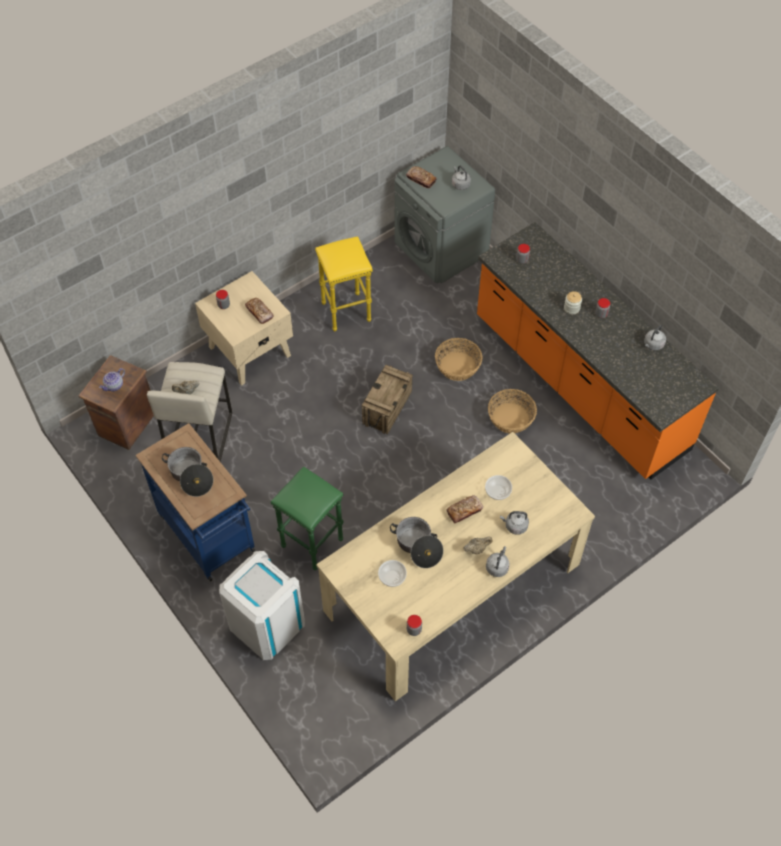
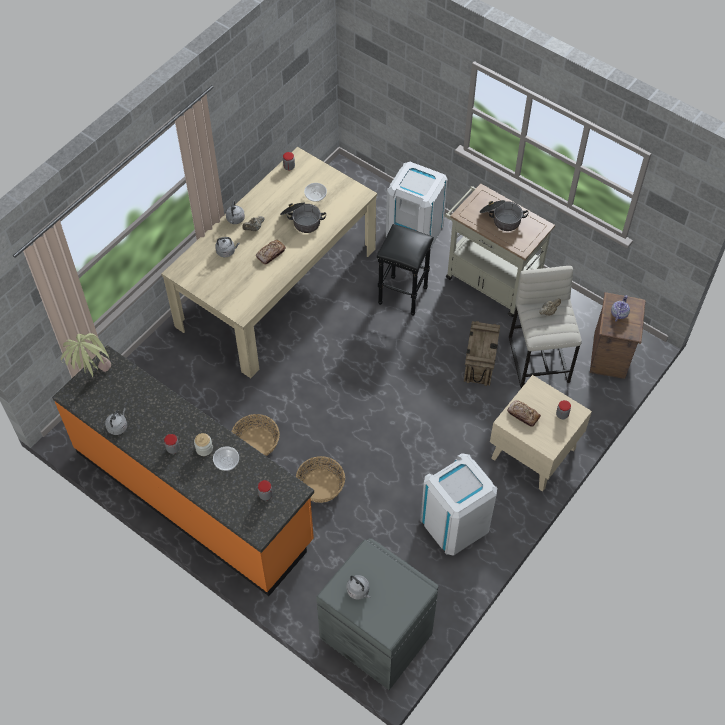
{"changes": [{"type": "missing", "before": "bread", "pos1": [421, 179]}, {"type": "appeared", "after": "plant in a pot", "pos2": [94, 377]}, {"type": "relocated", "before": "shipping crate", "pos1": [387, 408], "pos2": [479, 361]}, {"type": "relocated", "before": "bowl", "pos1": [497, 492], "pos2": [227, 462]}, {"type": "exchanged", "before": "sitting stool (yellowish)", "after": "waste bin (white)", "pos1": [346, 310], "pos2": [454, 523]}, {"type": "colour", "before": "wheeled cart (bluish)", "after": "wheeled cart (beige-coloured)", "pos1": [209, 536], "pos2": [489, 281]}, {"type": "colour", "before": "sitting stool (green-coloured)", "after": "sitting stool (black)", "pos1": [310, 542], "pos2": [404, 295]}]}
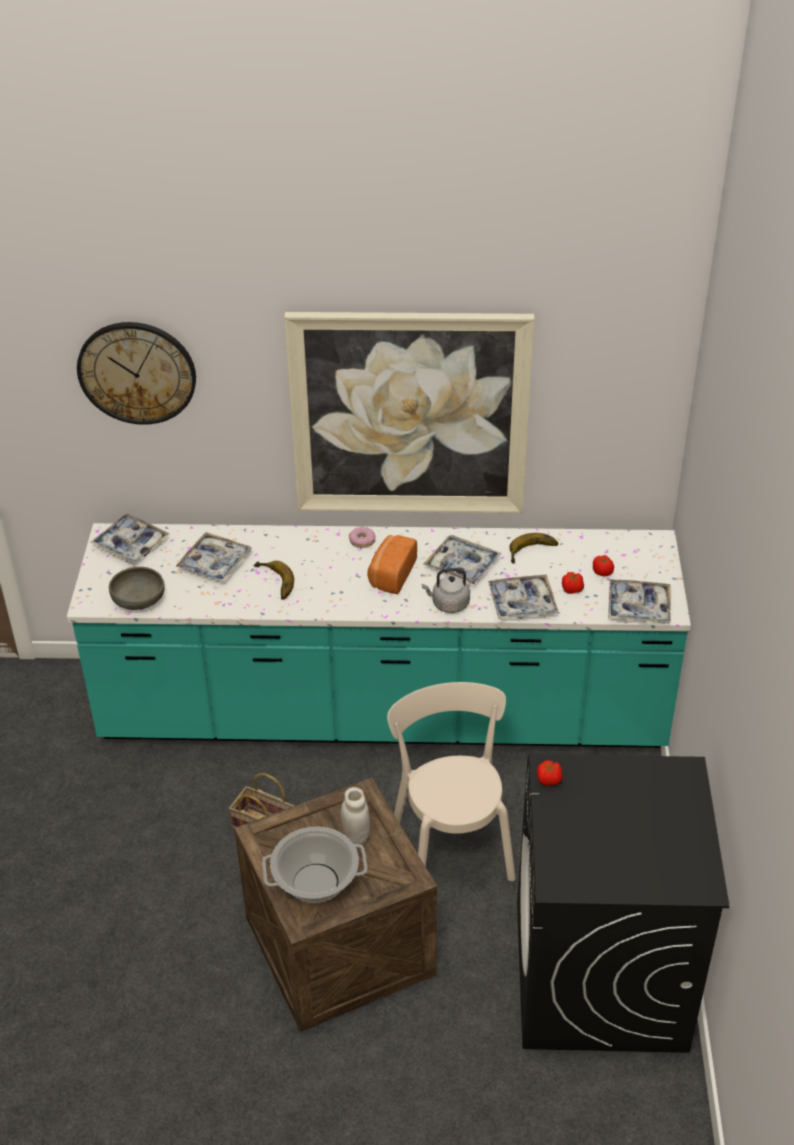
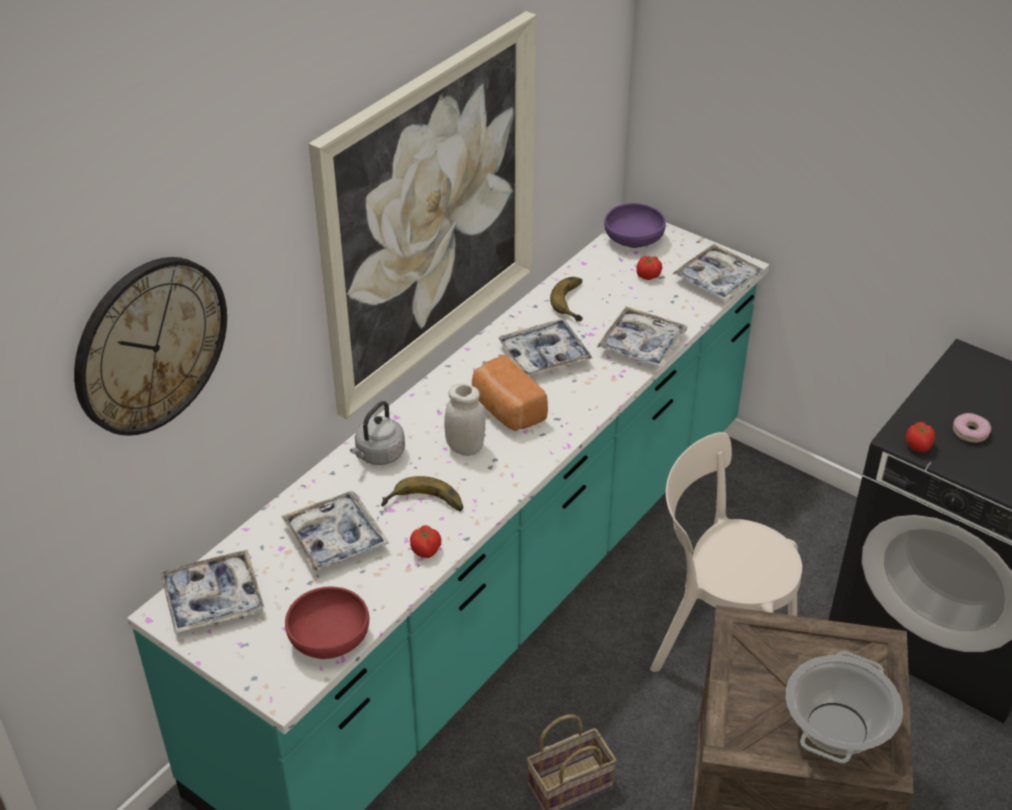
{"changes": [{"type": "appeared", "after": "bowl (purplish)", "pos2": [634, 240]}, {"type": "relocated", "before": "jar (white)", "pos1": [356, 836], "pos2": [465, 448]}, {"type": "relocated", "before": "ring doughnut", "pos1": [362, 541], "pos2": [970, 432]}, {"type": "relocated", "before": "kettle (gray)", "pos1": [448, 604], "pos2": [378, 455]}, {"type": "relocated", "before": "tomato", "pos1": [572, 590], "pos2": [426, 550]}, {"type": "colour", "before": "bowl (gray)", "after": "bowl (reddish)", "pos1": [138, 600], "pos2": [329, 639]}]}
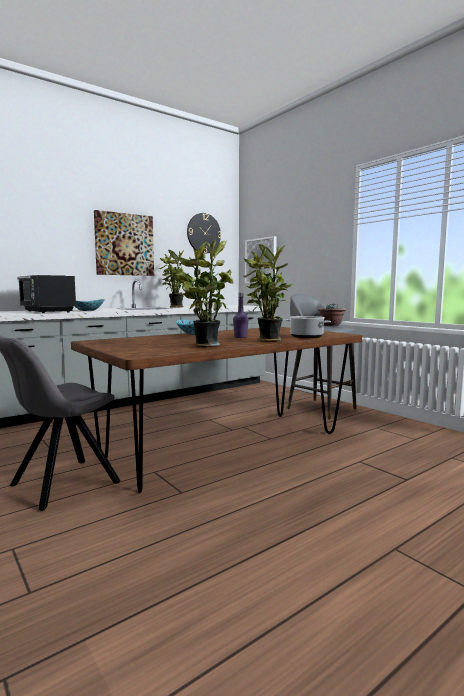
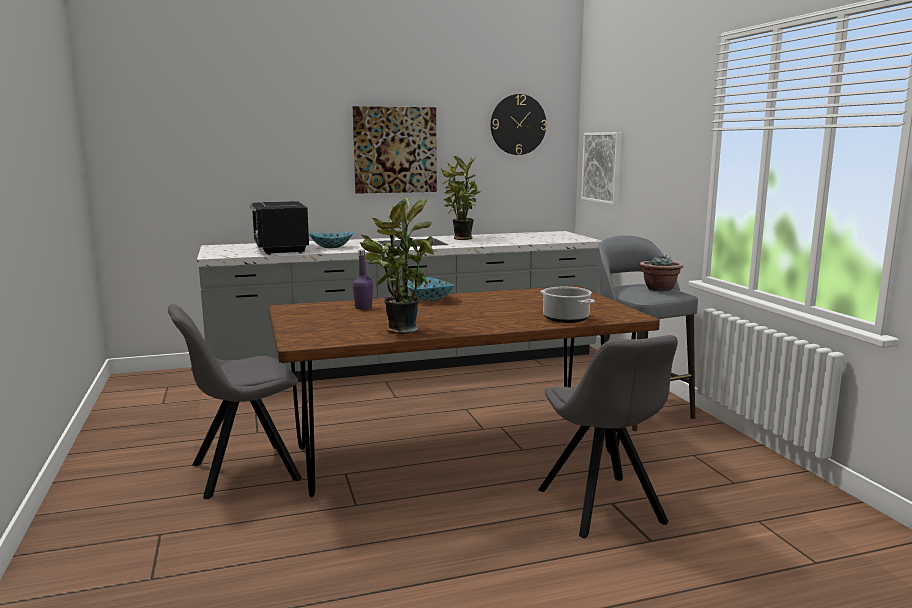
{"changes": [{"type": "missing", "before": "plant in a pot", "pos1": [267, 341]}, {"type": "appeared", "after": "upright chair (gray)", "pos2": [601, 506]}, {"type": "relocated", "before": "beverage bottle (purplish)", "pos1": [240, 337], "pos2": [363, 308]}]}
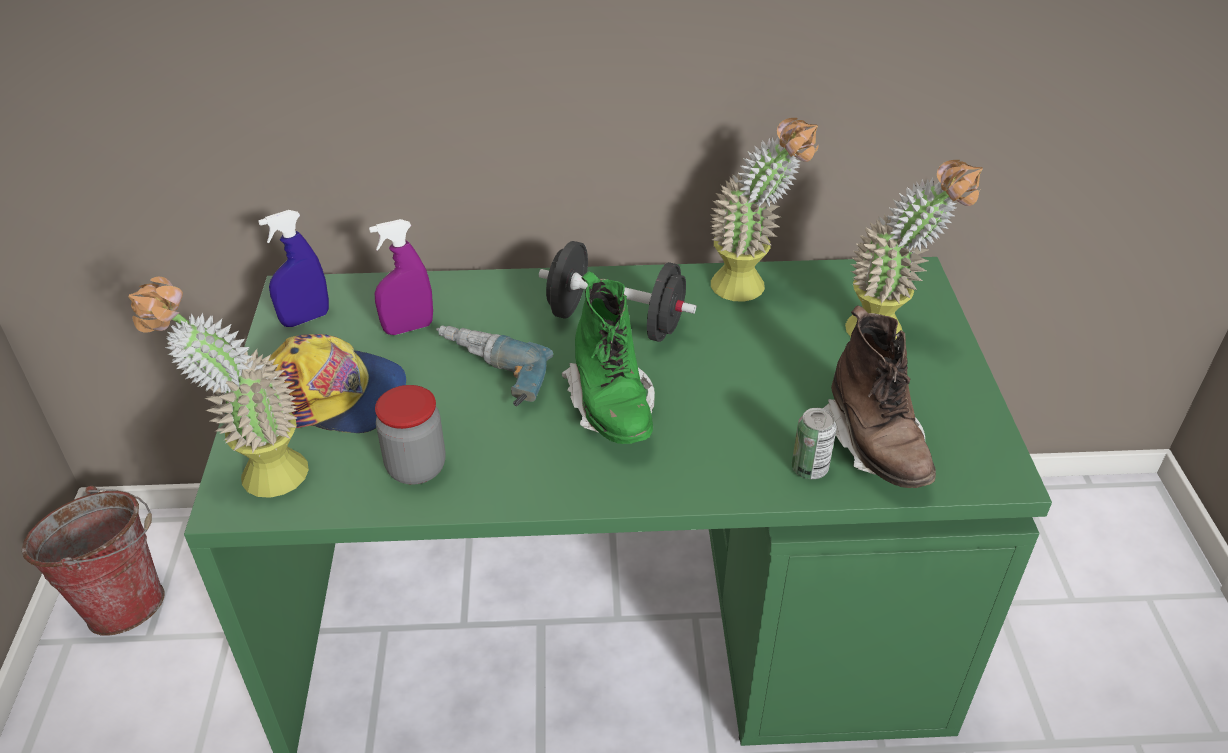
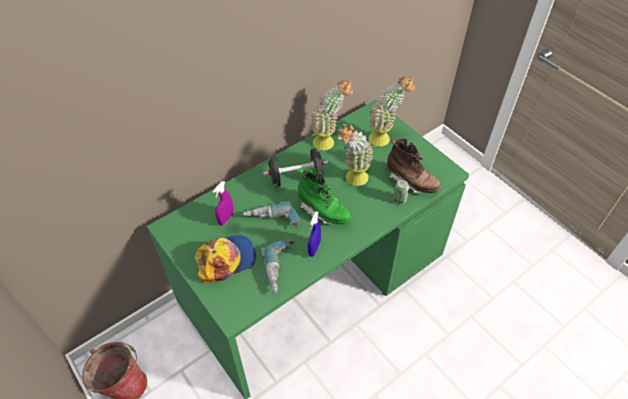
{"changes": [{"type": "relocated", "before": "plant in a pot", "pos1": [256, 475], "pos2": [352, 180]}, {"type": "relocated", "before": "hand sprayer (bluish)", "pos1": [305, 319], "pos2": [314, 249]}, {"type": "exchanged", "before": "jar", "after": "drill", "pos1": [416, 468], "pos2": [282, 268]}]}
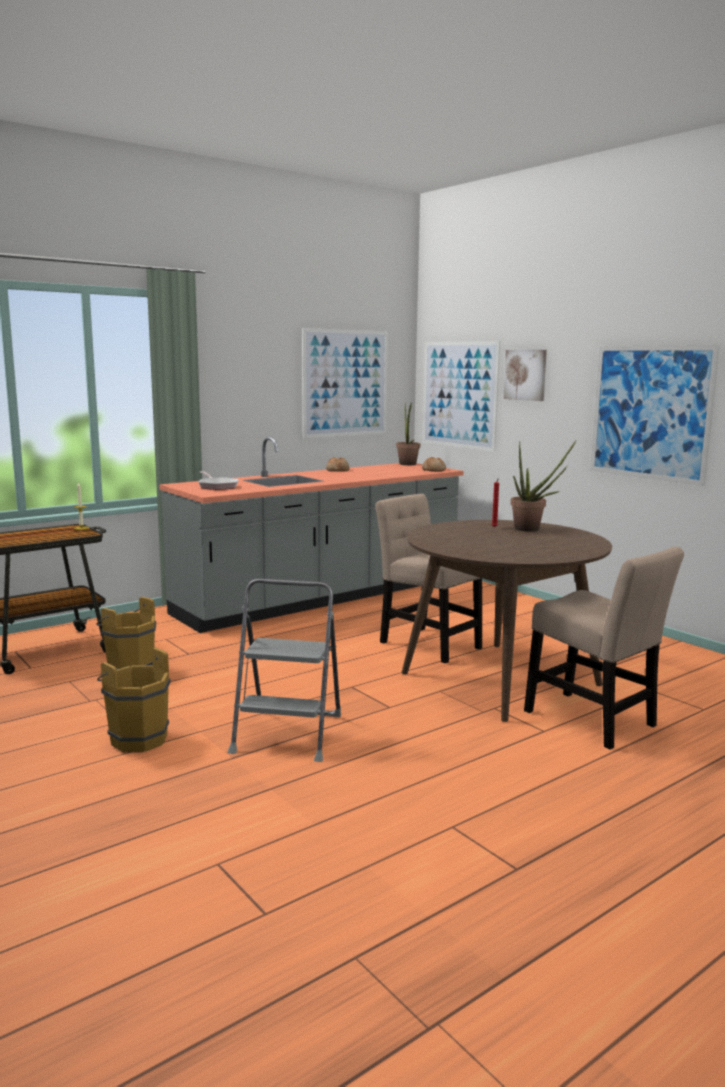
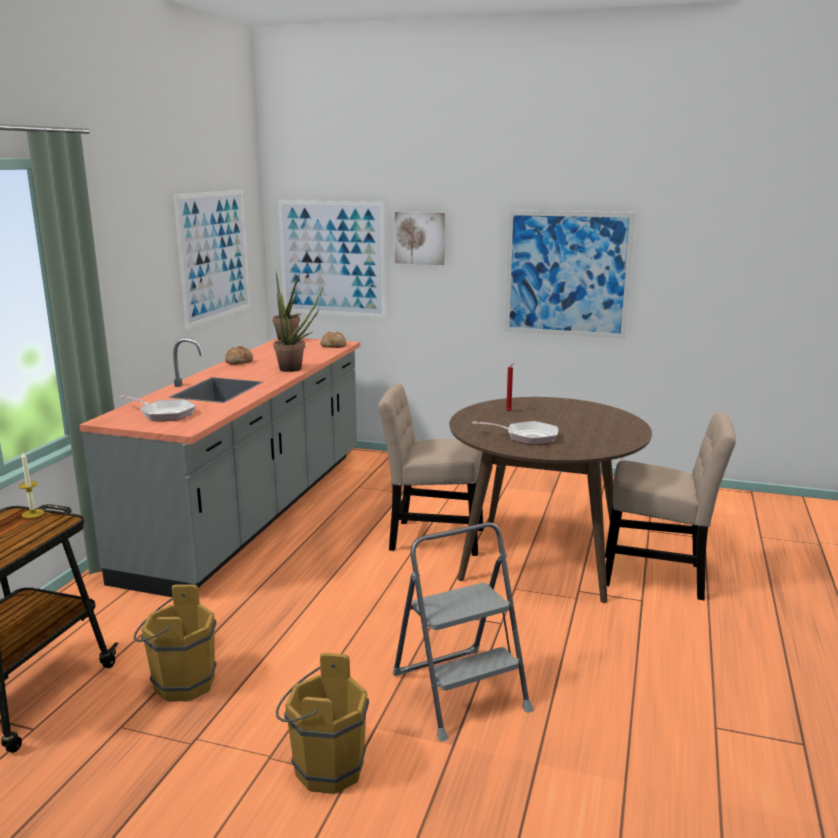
{"changes": [{"type": "appeared", "after": "skillet", "pos2": [527, 437]}, {"type": "relocated", "before": "plant in a pot", "pos1": [532, 529], "pos2": [295, 368]}]}
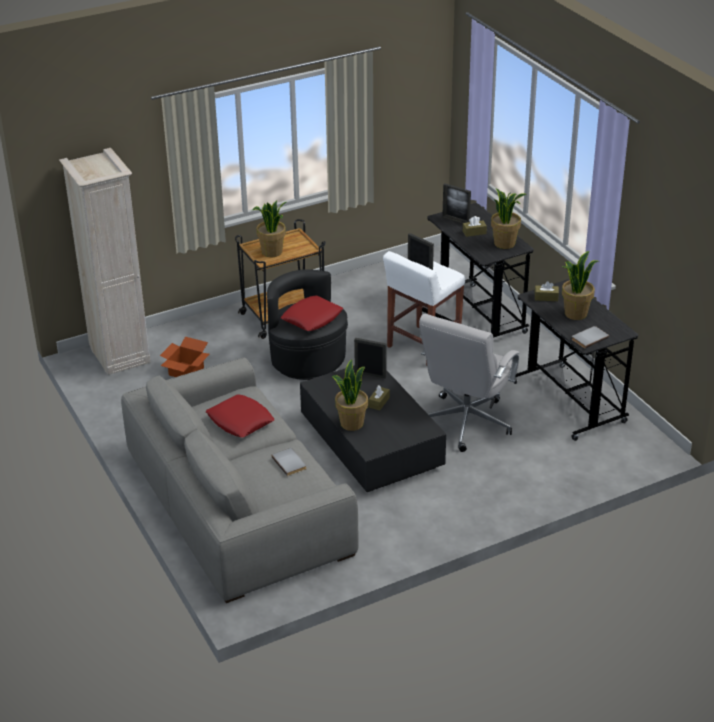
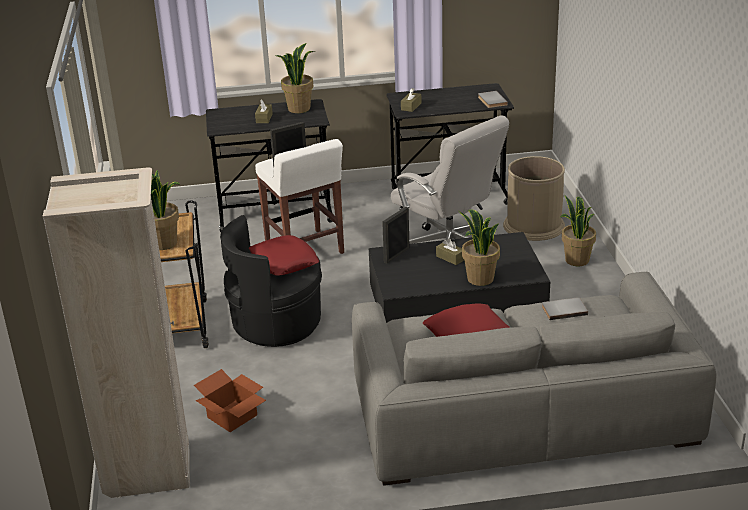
{"changes": [{"type": "missing", "before": "photo frame", "pos1": [456, 220]}, {"type": "appeared", "after": "waste bin (brown-coloured)", "pos2": [534, 225]}, {"type": "relocated", "before": "plant in a pot", "pos1": [575, 313], "pos2": [576, 260]}]}
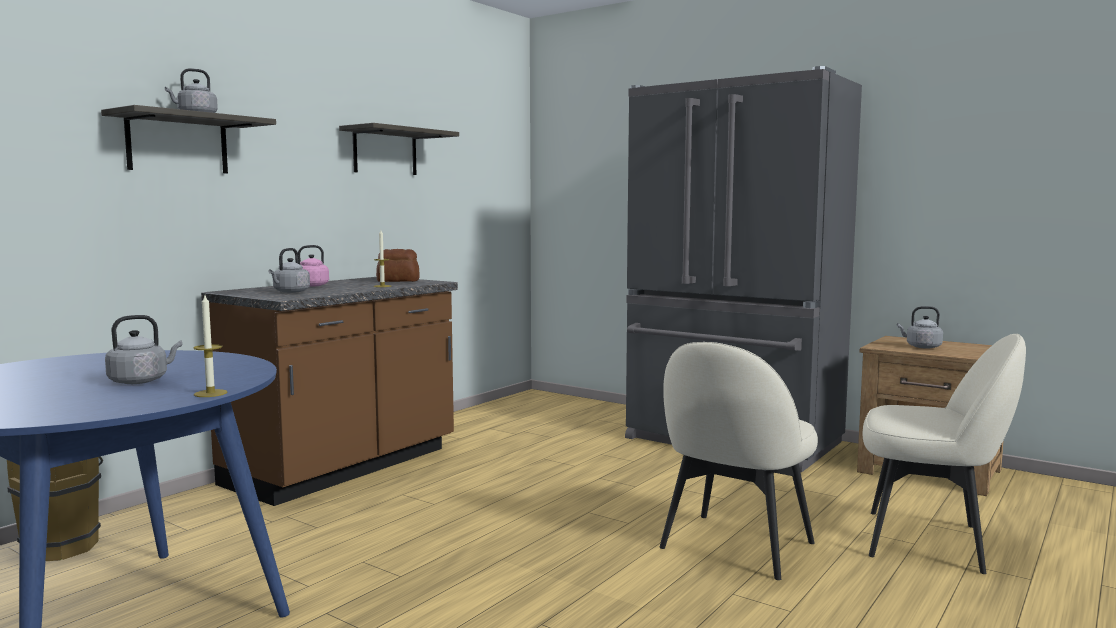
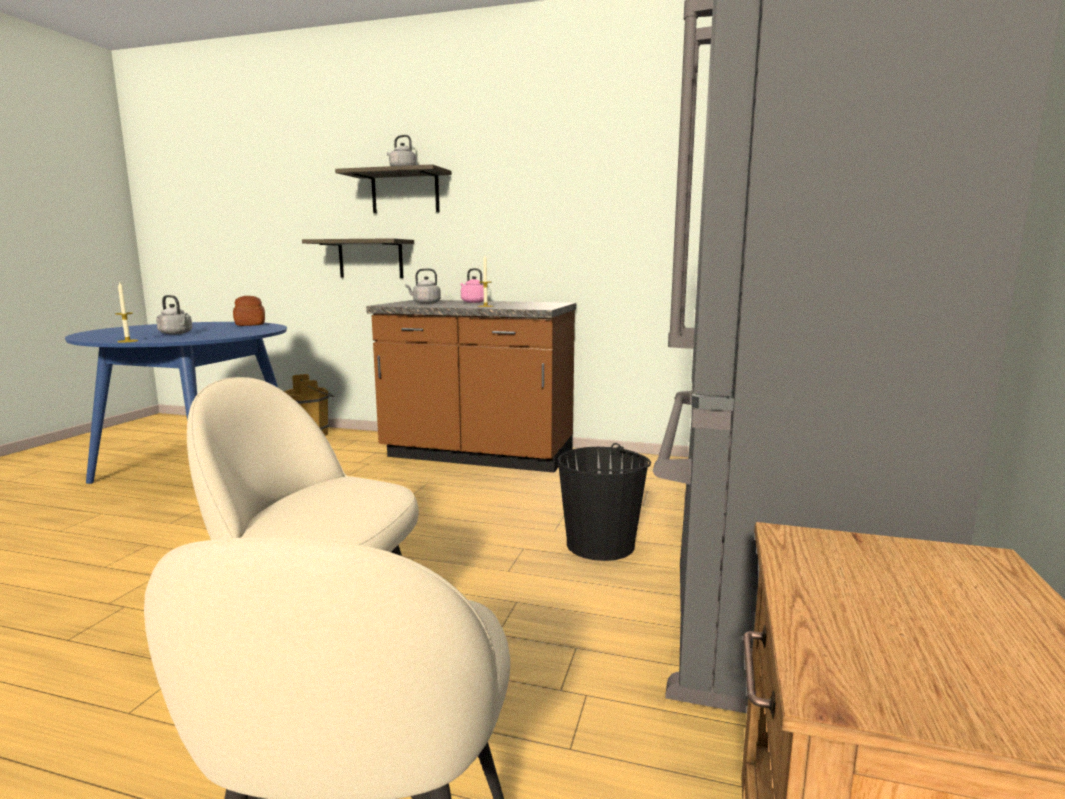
{"changes": [{"type": "missing", "before": "kettle (gray)", "pos1": [921, 347]}, {"type": "appeared", "after": "bucket (black)", "pos2": [601, 545]}, {"type": "relocated", "before": "shelf", "pos1": [385, 152], "pos2": [370, 259]}, {"type": "relocated", "before": "bread", "pos1": [398, 281], "pos2": [249, 324]}]}
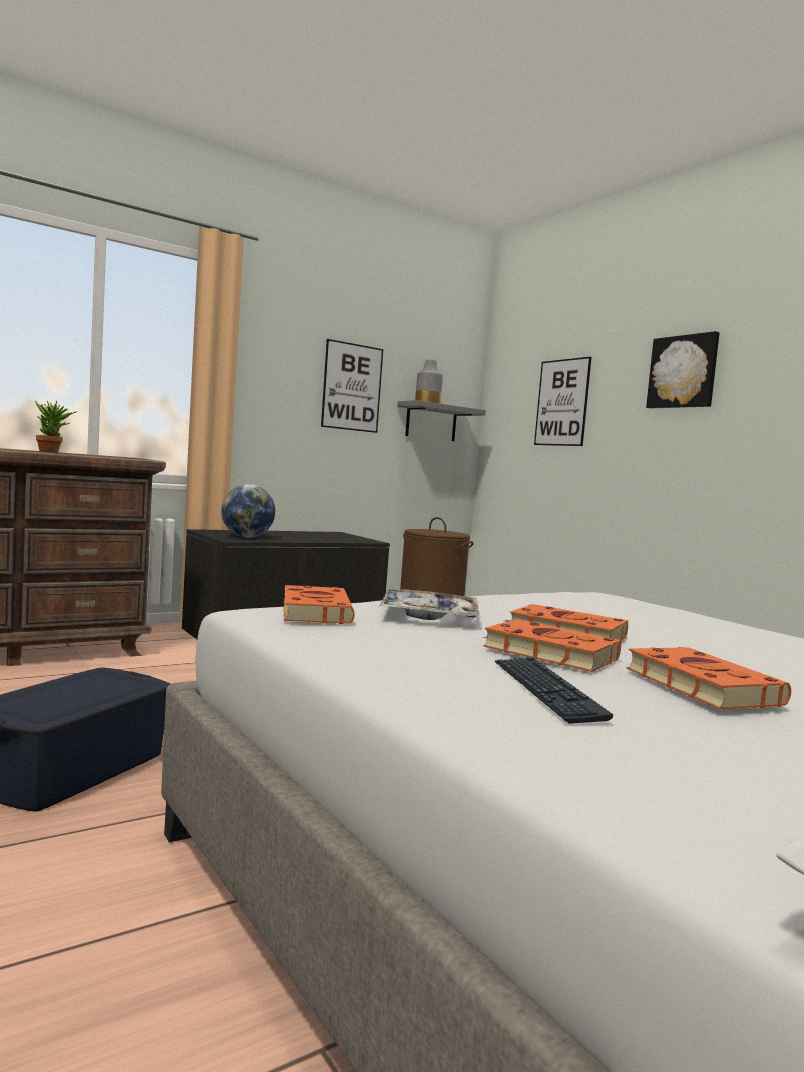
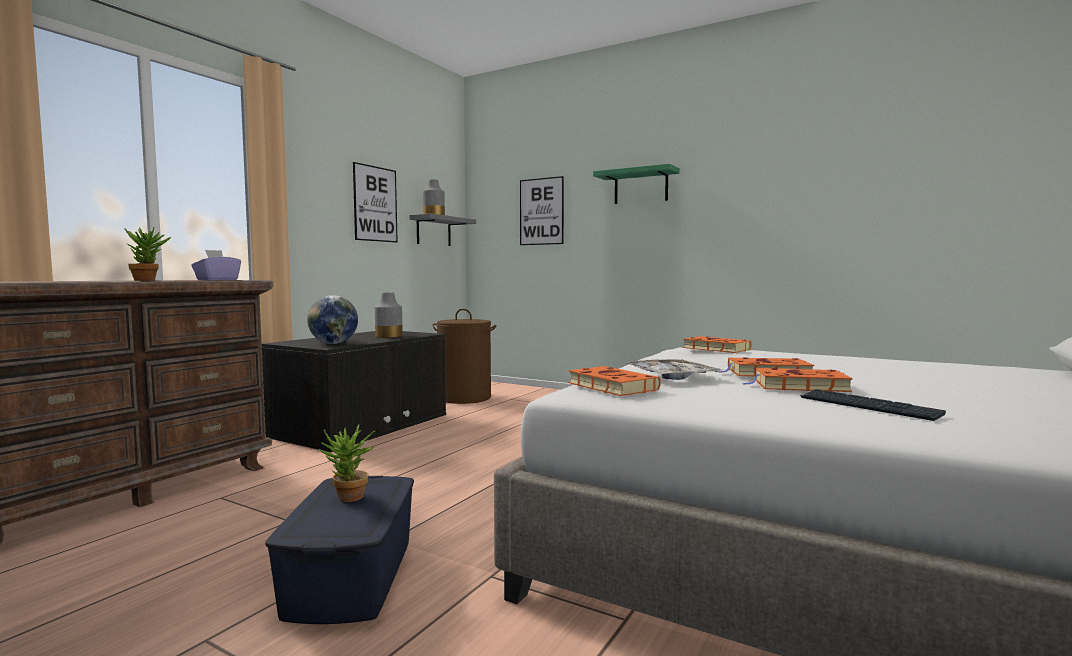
{"changes": [{"type": "appeared", "after": "box of tissues (purplish)", "pos2": [217, 280]}, {"type": "appeared", "after": "plant in a pot", "pos2": [348, 499]}, {"type": "appeared", "after": "decorative vase (gray)", "pos2": [389, 336]}, {"type": "relocated", "before": "volume (orange)", "pos1": [698, 685], "pos2": [714, 349]}, {"type": "exchanged", "before": "wall art", "after": "shelf (green-coloured)", "pos1": [683, 372], "pos2": [641, 187]}]}
